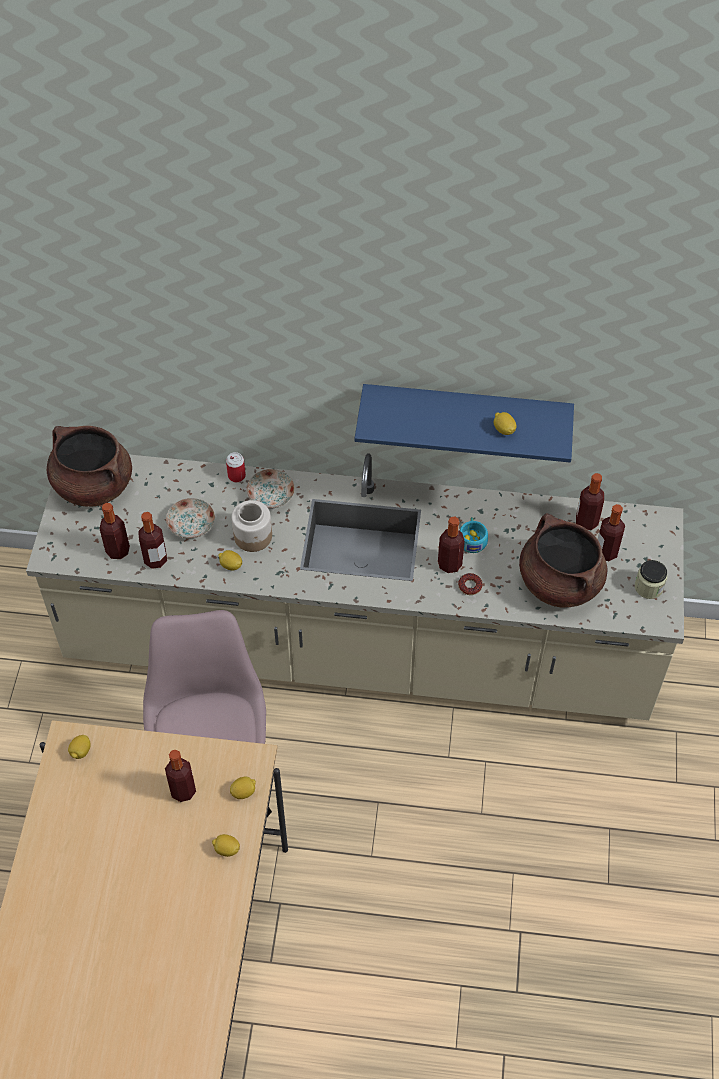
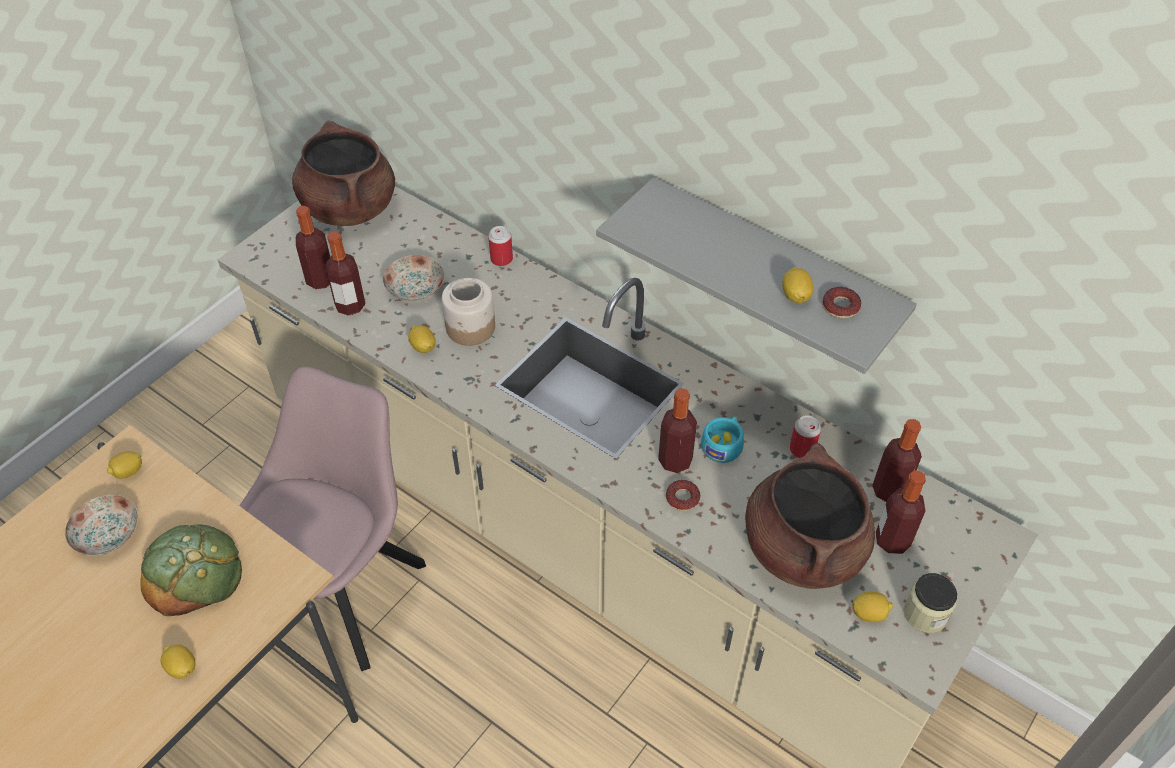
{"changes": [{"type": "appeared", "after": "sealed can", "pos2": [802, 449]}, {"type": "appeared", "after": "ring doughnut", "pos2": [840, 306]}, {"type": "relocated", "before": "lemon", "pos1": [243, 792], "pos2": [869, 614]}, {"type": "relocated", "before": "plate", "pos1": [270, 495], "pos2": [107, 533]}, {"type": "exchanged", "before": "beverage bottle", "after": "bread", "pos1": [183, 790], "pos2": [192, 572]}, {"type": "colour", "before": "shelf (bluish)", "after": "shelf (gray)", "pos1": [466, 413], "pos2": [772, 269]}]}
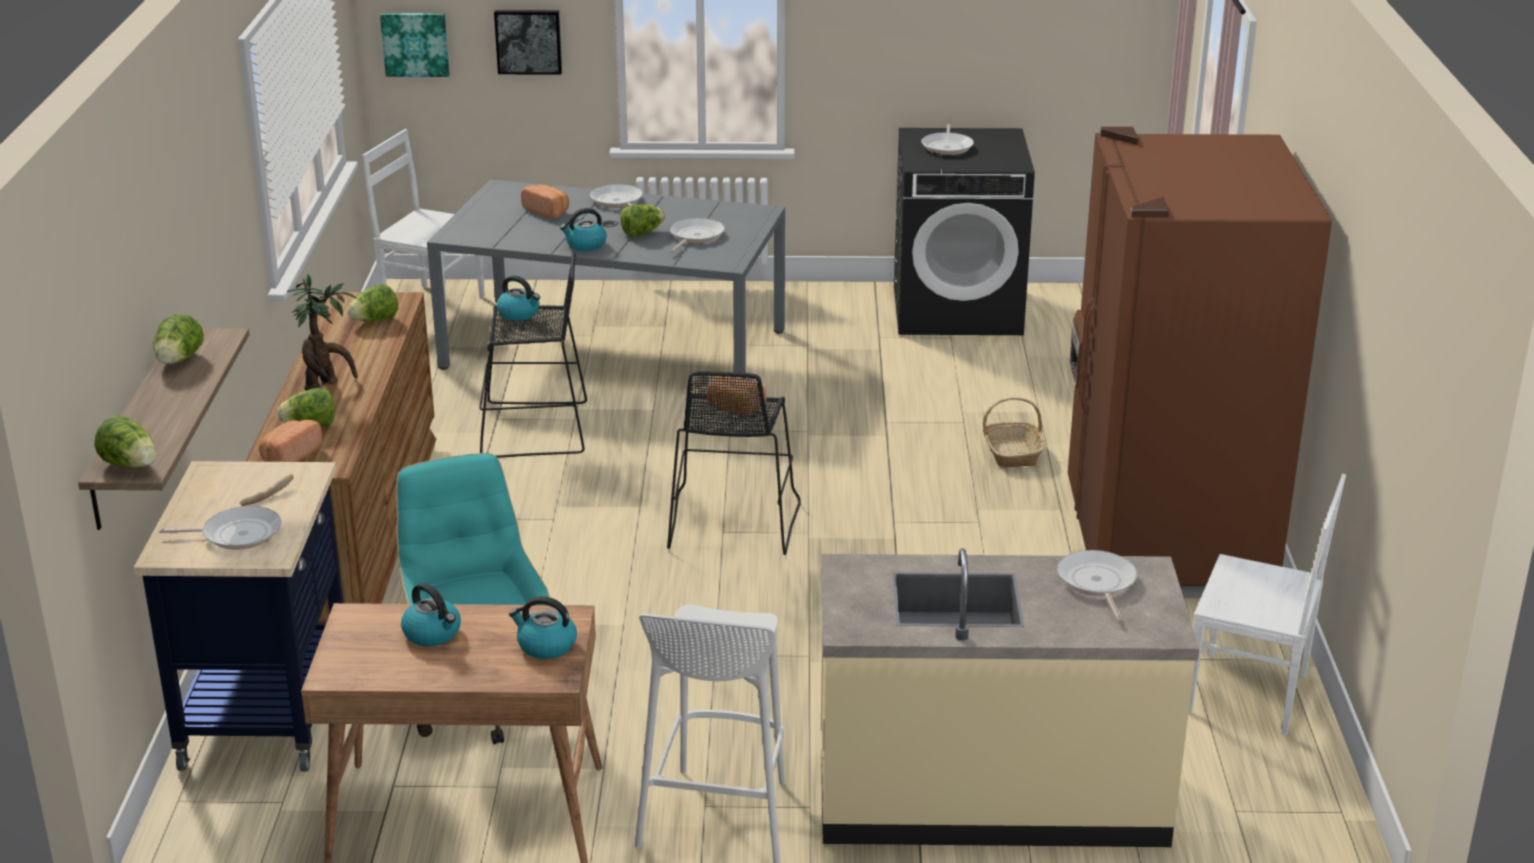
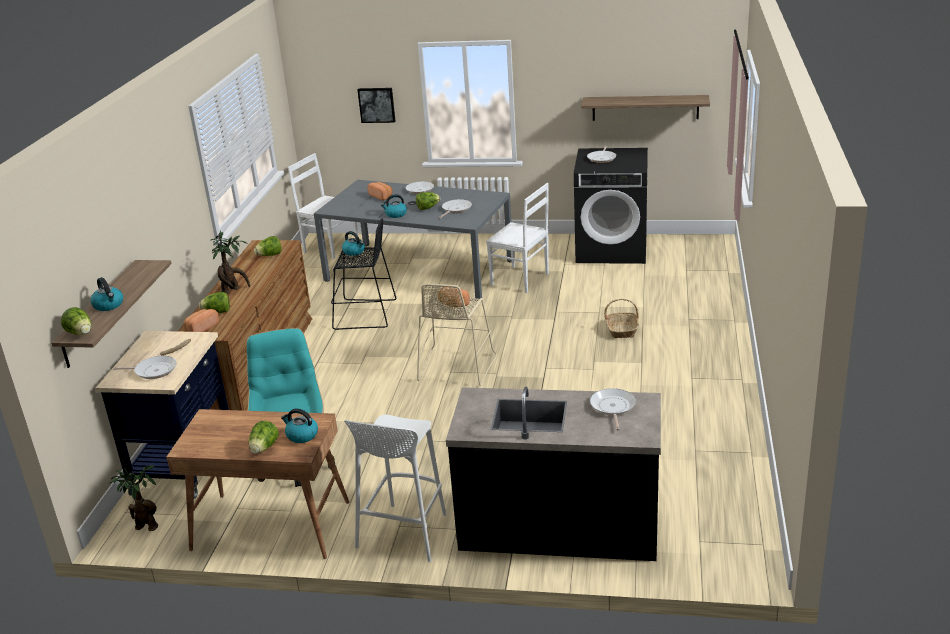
{"changes": [{"type": "missing", "before": "wall art", "pos1": [415, 44]}, {"type": "missing", "before": "kitchen fridge (brown-coloured)", "pos1": [1165, 539]}, {"type": "appeared", "after": "plant in a pot", "pos2": [145, 526]}, {"type": "appeared", "after": "shelf", "pos2": [645, 107]}, {"type": "relocated", "before": "lettuce head", "pos1": [179, 361], "pos2": [264, 448]}, {"type": "relocated", "before": "kettle", "pos1": [433, 634], "pos2": [109, 305]}, {"type": "relocated", "before": "upright chair (white)", "pos1": [1251, 694], "pos2": [521, 280]}, {"type": "colour", "before": "sitting stool (black)", "after": "sitting stool (beige-coloured)", "pos1": [732, 524], "pos2": [456, 367]}, {"type": "colour", "before": "kitchen counter (beige-coloured)", "after": "kitchen counter (black)", "pos1": [990, 795], "pos2": [559, 526]}]}
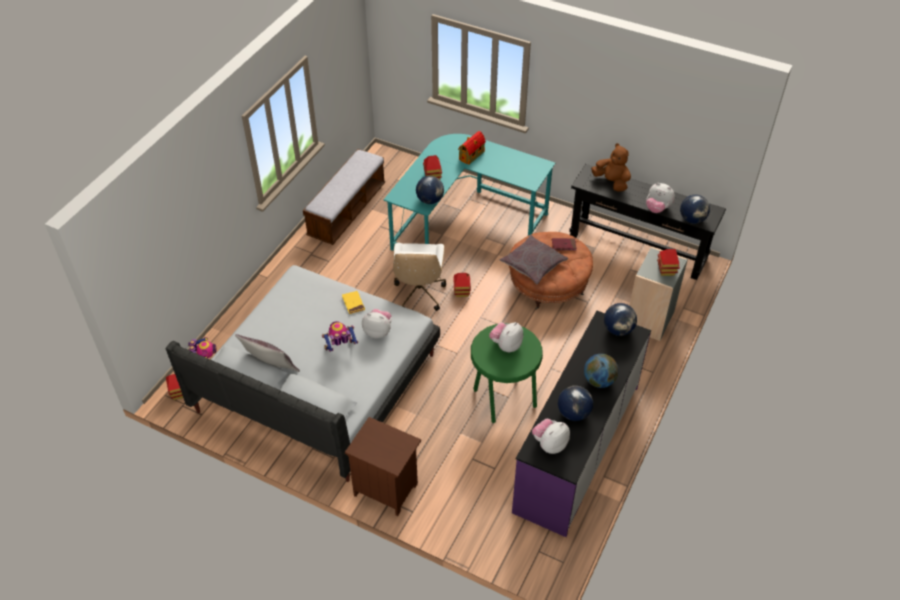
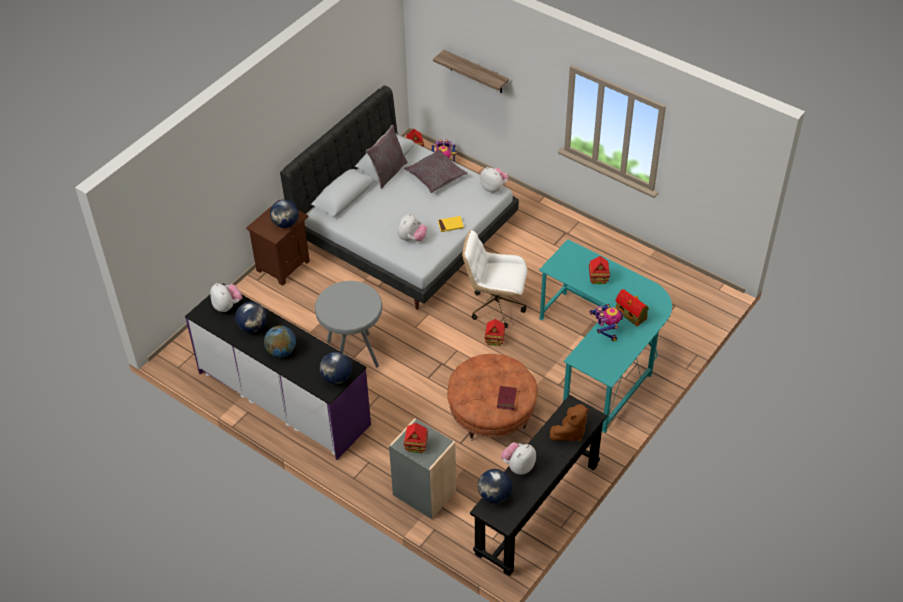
{"changes": [{"type": "missing", "before": "indoor bench", "pos1": [347, 211]}, {"type": "appeared", "after": "shelf", "pos2": [476, 72]}, {"type": "relocated", "before": "model robot", "pos1": [340, 348], "pos2": [605, 331]}, {"type": "relocated", "before": "world globe", "pos1": [430, 200], "pos2": [285, 223]}, {"type": "relocated", "before": "plush toy", "pos1": [506, 345], "pos2": [493, 188]}, {"type": "relocated", "before": "pillow (gray)", "pos1": [533, 264], "pos2": [435, 176]}, {"type": "colour", "before": "sitting stool (green-coloured)", "after": "sitting stool (gray)", "pos1": [503, 398], "pos2": [353, 353]}]}
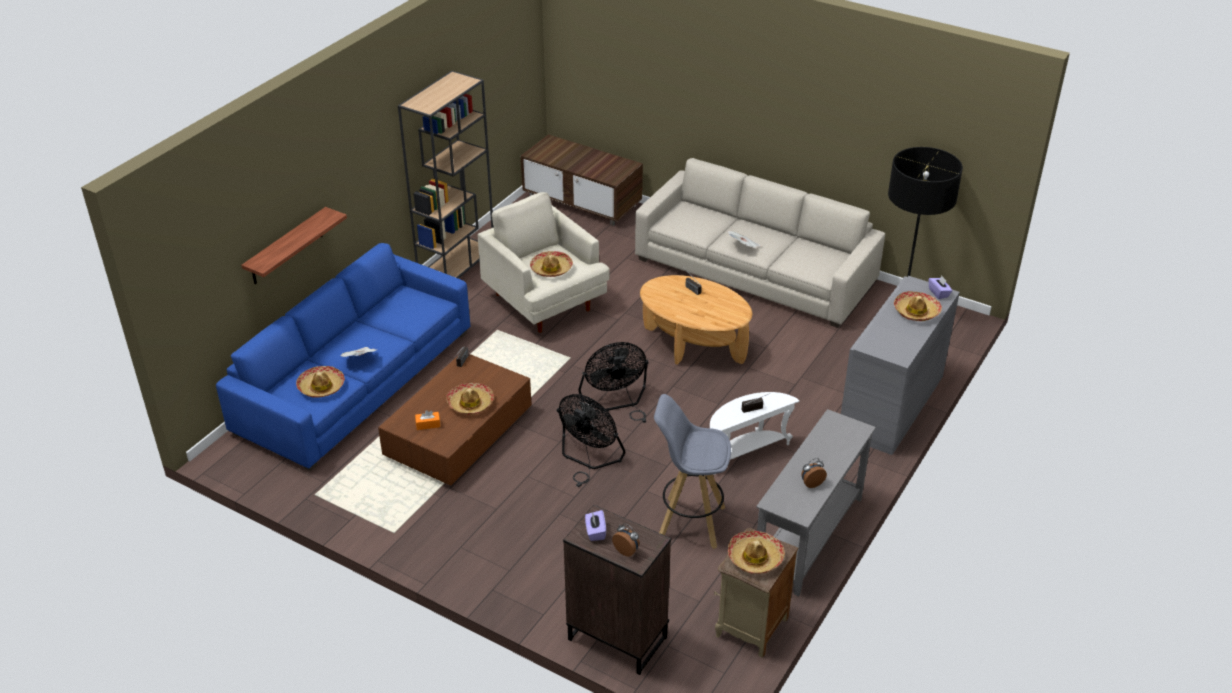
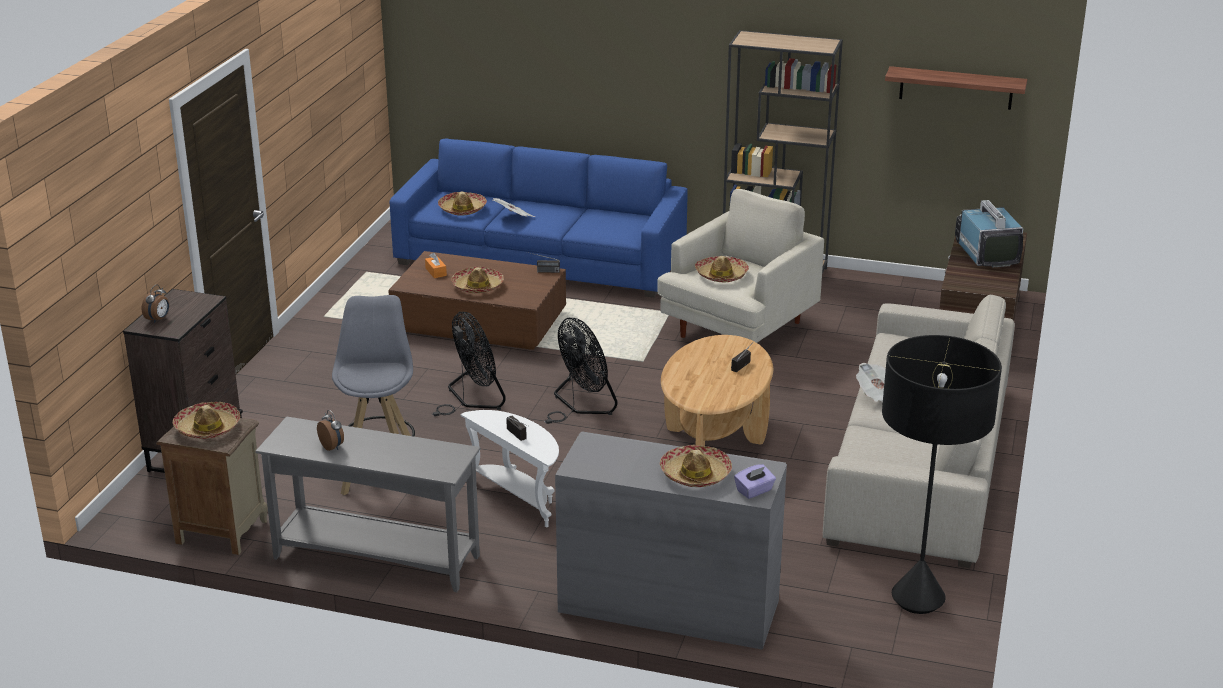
{"changes": [{"type": "missing", "before": "box of tissues (purplish)", "pos1": [595, 532]}, {"type": "appeared", "after": "TV", "pos2": [986, 254]}, {"type": "relocated", "before": "shelf", "pos1": [286, 247], "pos2": [956, 88]}, {"type": "spun", "before": "cooling fan (black)", "pos1": [586, 458], "pos2": [468, 396], "turn": -45}]}
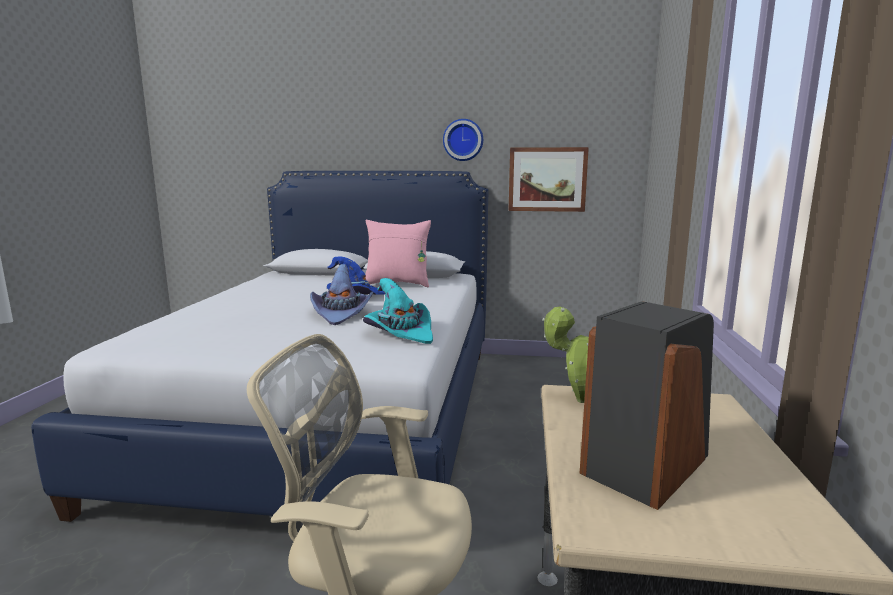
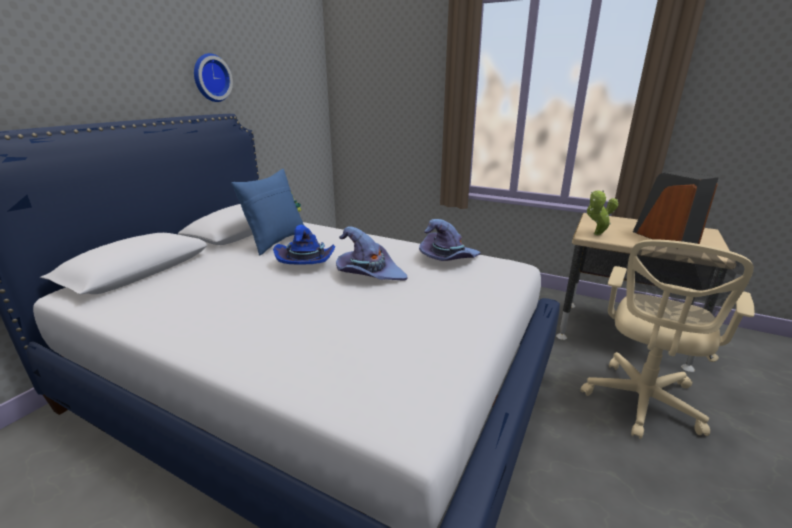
{"changes": [{"type": "missing", "before": "wall art", "pos1": [547, 179]}, {"type": "colour", "before": "clothing hat (blue-green)", "after": "clothing hat (purplish)", "pos1": [400, 333], "pos2": [448, 259]}, {"type": "colour", "before": "pillow (pink)", "after": "pillow (bluish)", "pos1": [397, 284], "pos2": [276, 242]}]}
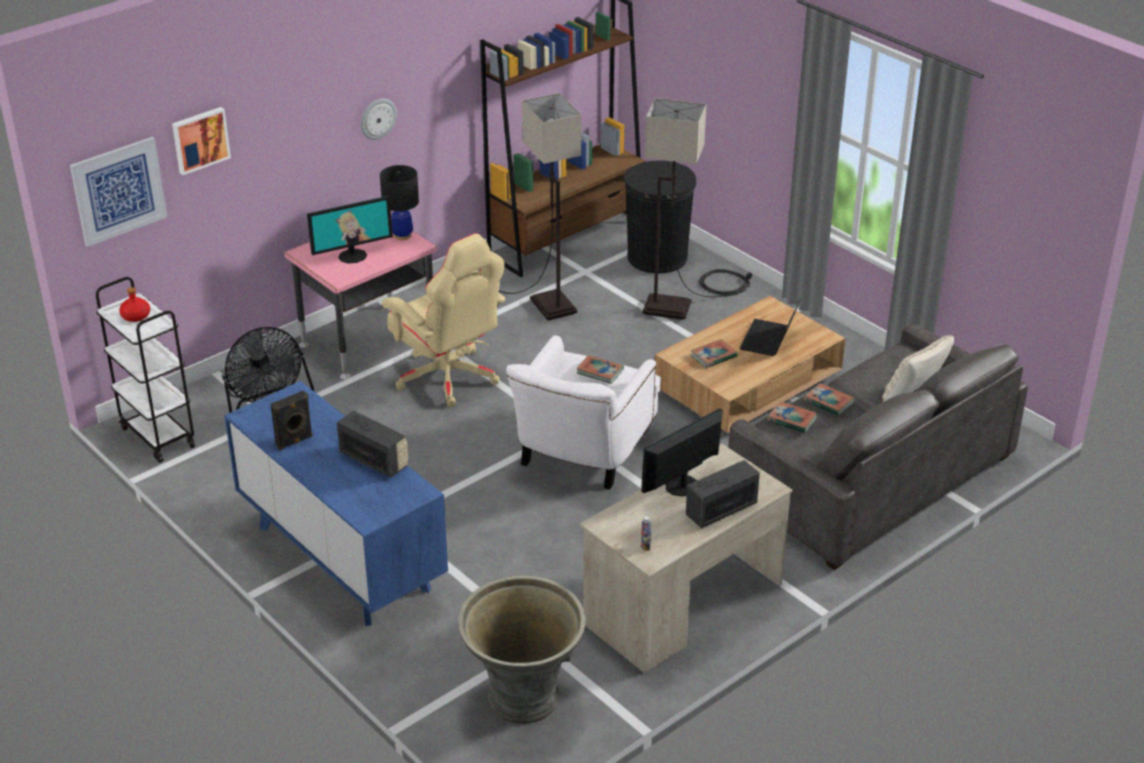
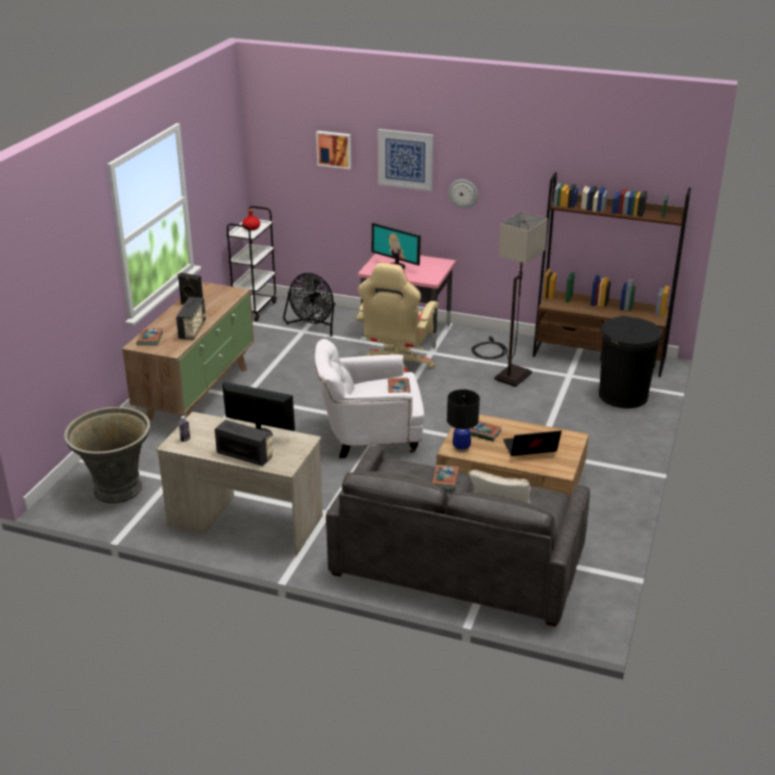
{"changes": [{"type": "missing", "before": "standing lamp", "pos1": [699, 295]}, {"type": "relocated", "before": "wall art", "pos1": [118, 190], "pos2": [405, 159]}, {"type": "relocated", "before": "table lamp (black)", "pos1": [402, 235], "pos2": [461, 448]}, {"type": "relocated", "before": "volume", "pos1": [792, 420], "pos2": [150, 339]}, {"type": "colour", "before": "dresser (bluish)", "after": "dresser (green-coloured)", "pos1": [341, 559], "pos2": [197, 393]}]}
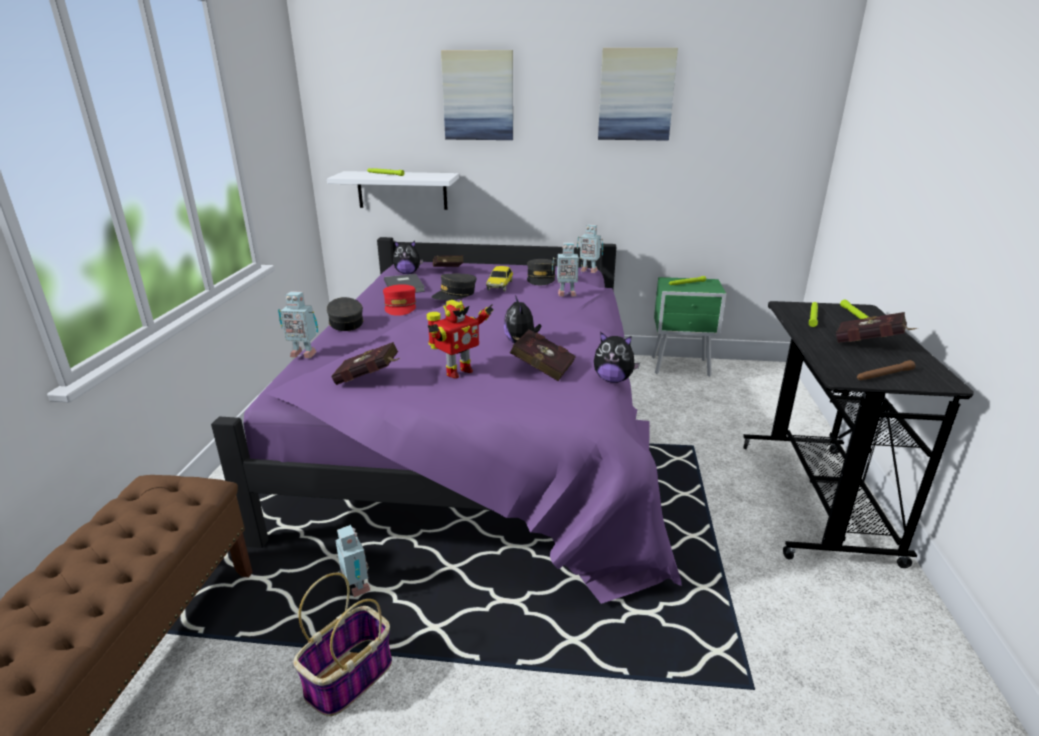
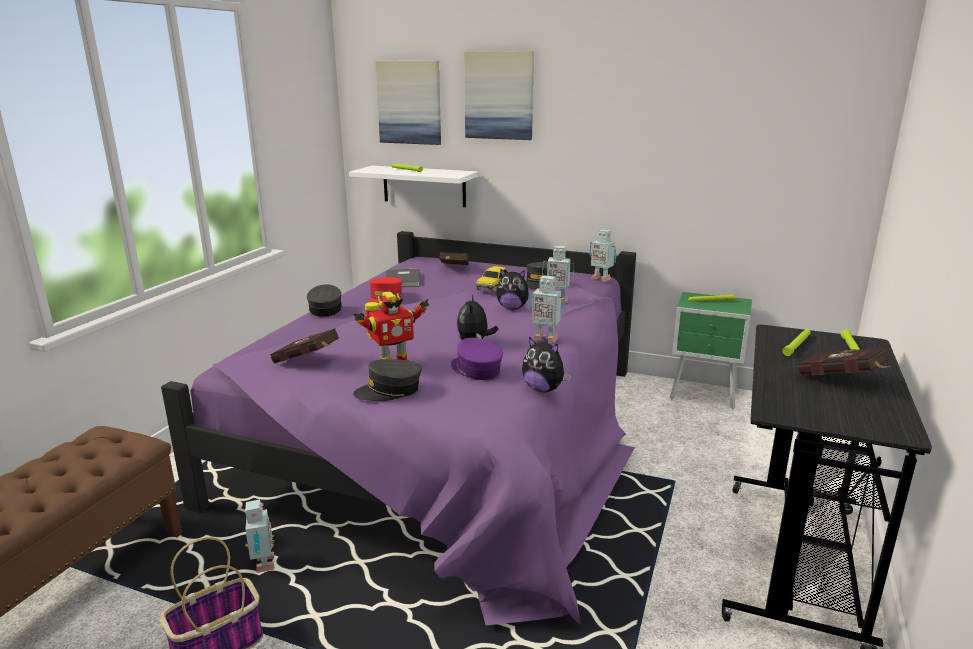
{"changes": [{"type": "missing", "before": "torch (brown-coloured)", "pos1": [883, 375]}, {"type": "relocated", "before": "model robot", "pos1": [303, 354], "pos2": [545, 338]}, {"type": "relocated", "before": "plush toy", "pos1": [407, 273], "pos2": [512, 308]}, {"type": "relocated", "before": "baseball cap (gray)", "pos1": [455, 294], "pos2": [389, 391]}, {"type": "relocated", "before": "wall art", "pos1": [636, 95], "pos2": [409, 102]}, {"type": "exchanged", "before": "volume (reddish)", "after": "baseball cap (purplish)", "pos1": [540, 368], "pos2": [476, 369]}]}
